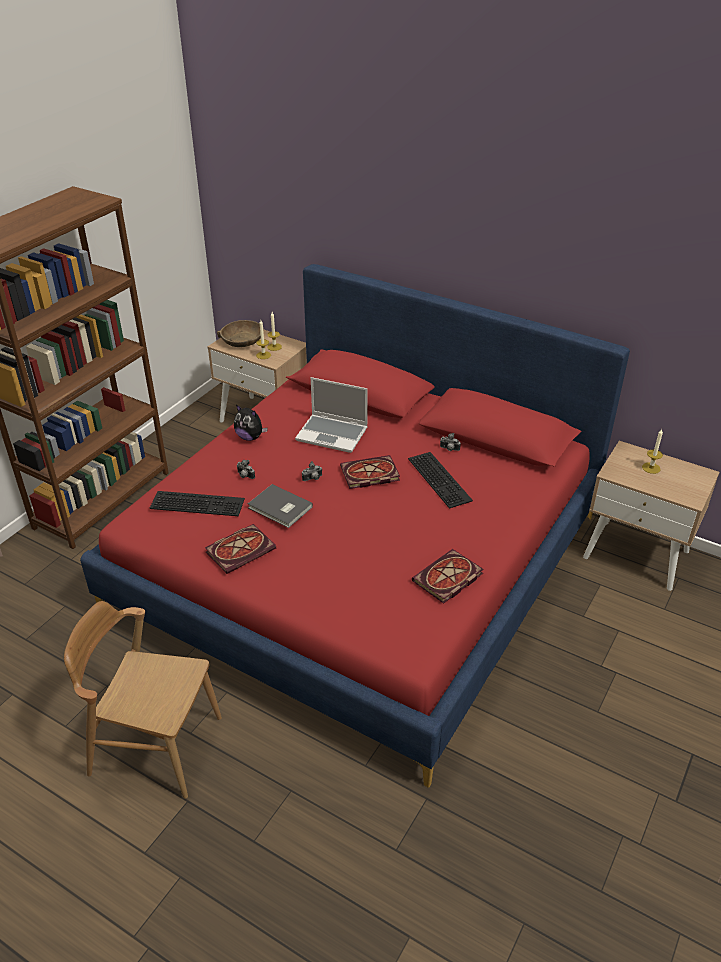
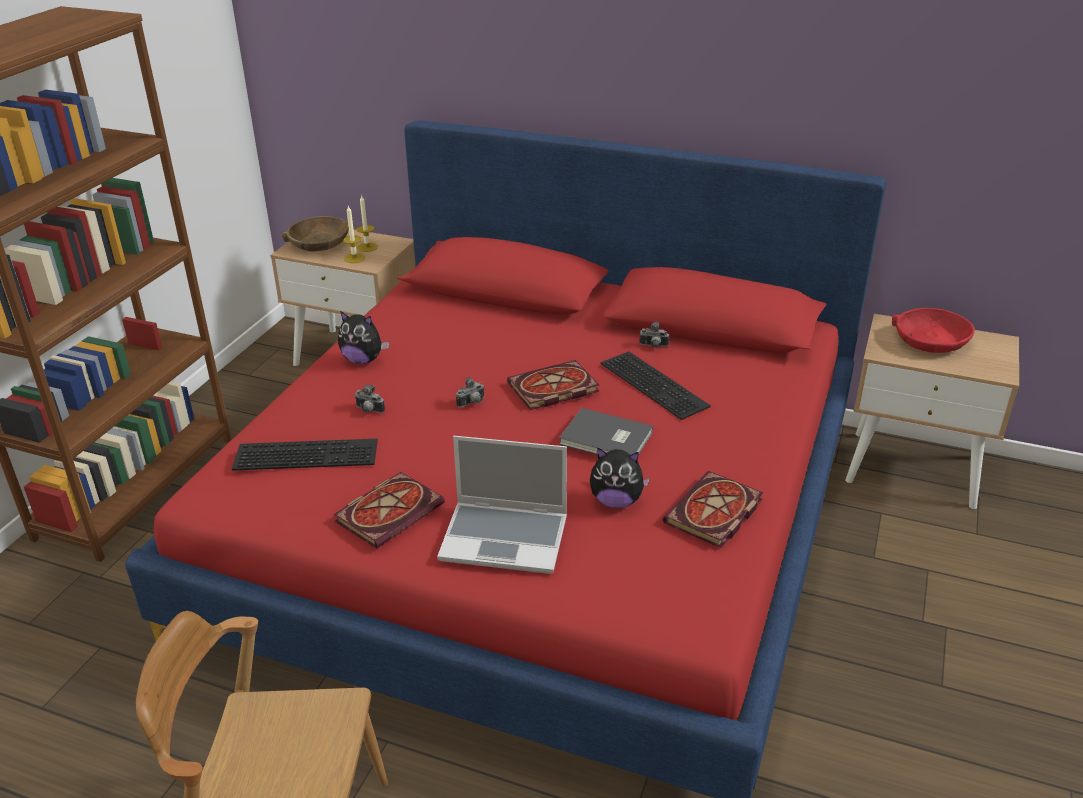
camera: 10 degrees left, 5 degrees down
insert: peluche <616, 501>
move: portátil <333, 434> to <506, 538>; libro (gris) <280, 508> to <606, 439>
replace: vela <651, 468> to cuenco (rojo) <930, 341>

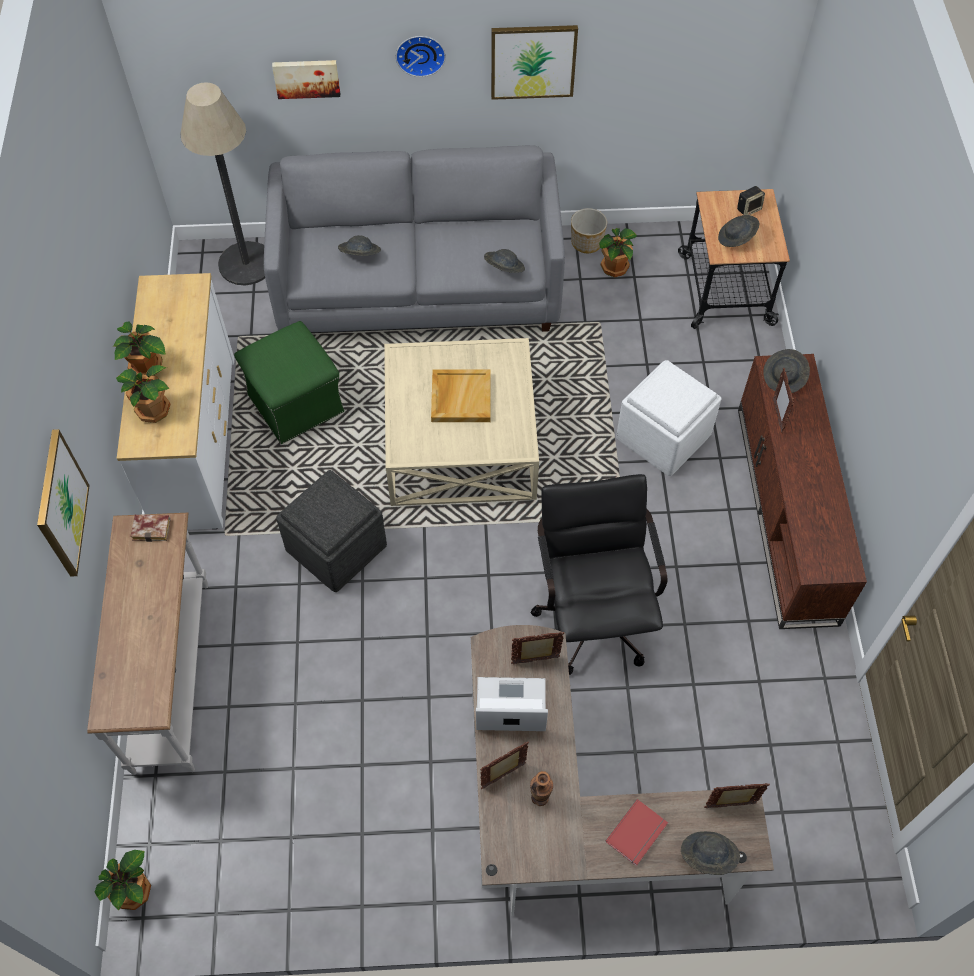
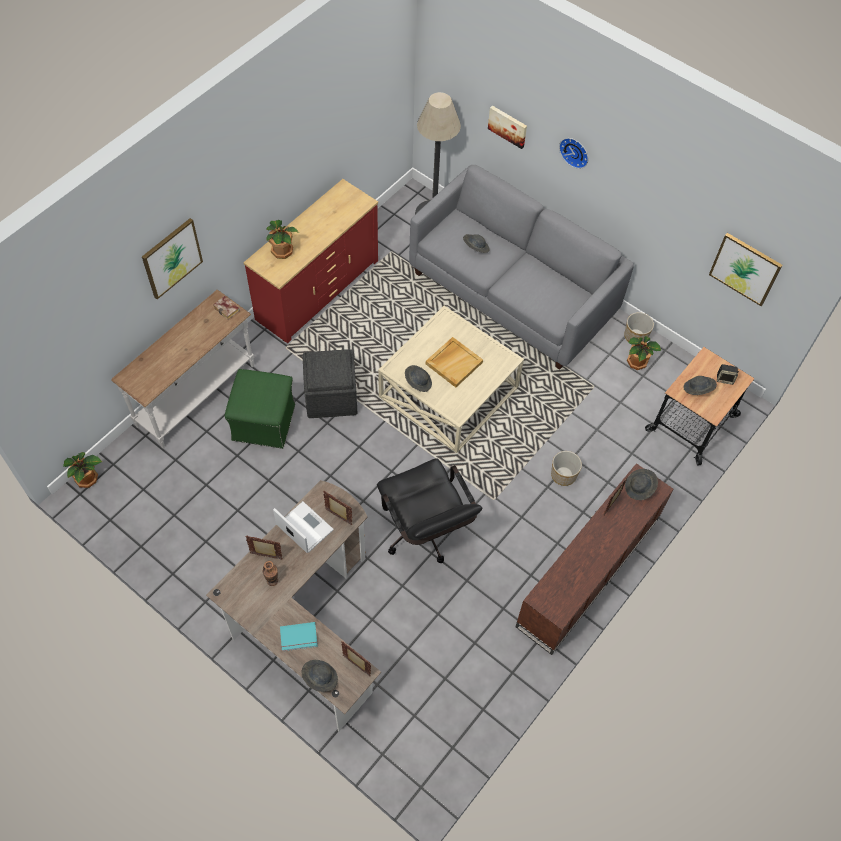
camera: 40 degrees right, 0 degrees up
delete: planta en maceta <147, 368>
move: puf (verde) <295, 402> to <264, 421>; sombrero (gris) <503, 269> to <418, 382>; cuadro <533, 61> to <745, 268>
replace: puf (blanco) <663, 435> to maceta <563, 475>
recolor: cómoda (blanco) <195, 441> to cómoda (rojo) <317, 290>; libro (rojo) <638, 834> to libro (turquesa) <299, 638>
rotate: silla de oficina (negro) <593, 612> = <425, 534> 120 degrees clockwise

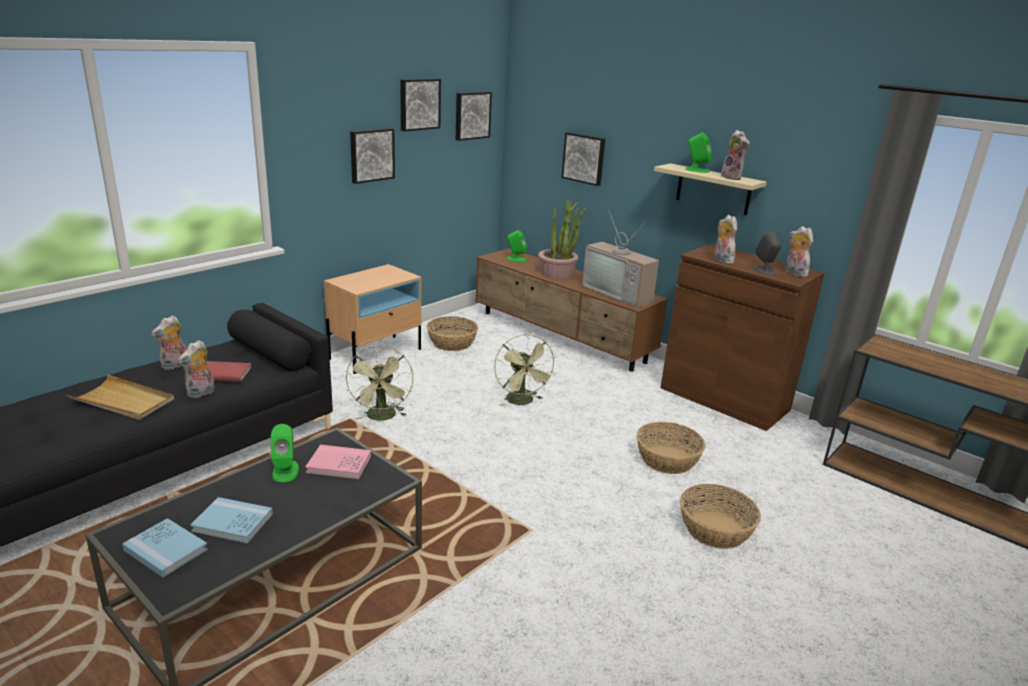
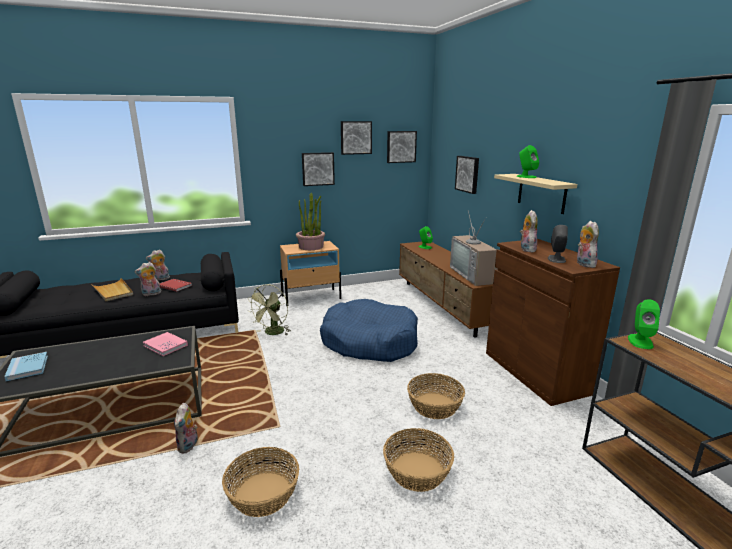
camera: 30 degrees right, 5 degrees down
delete: libro (azul) <232, 522>
move: peluche <733, 178> to <189, 446>; cesta <452, 343> to <262, 494>; planta en maceta <557, 273> to <311, 247>; altavoz (verde) <285, 471> to <640, 341>
replace: ventilador (verde) <522, 402> to cama para perro (azul) <369, 342>

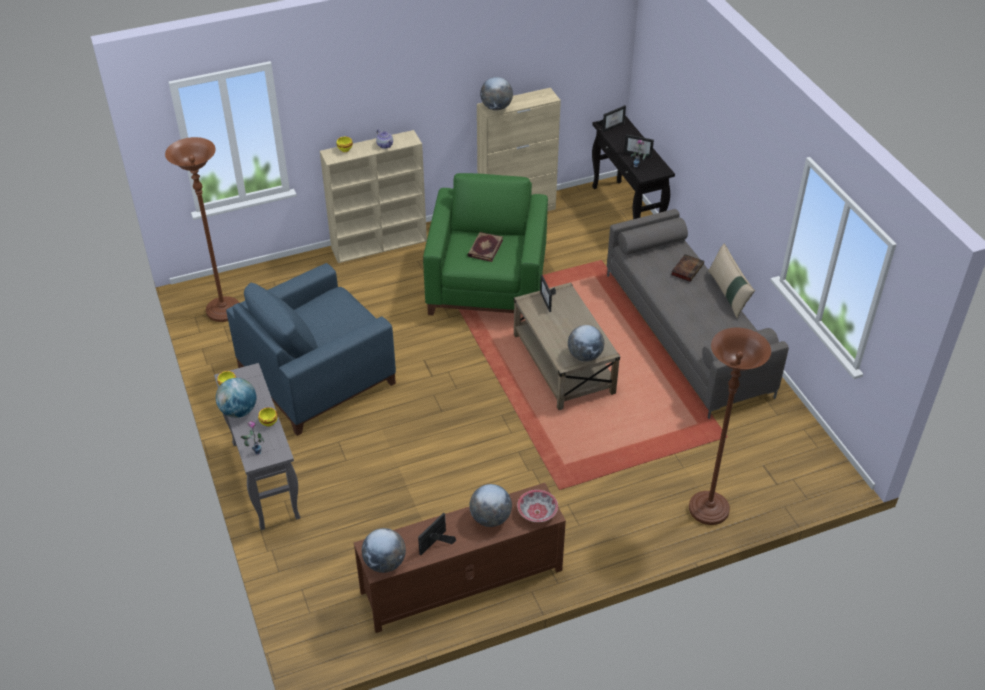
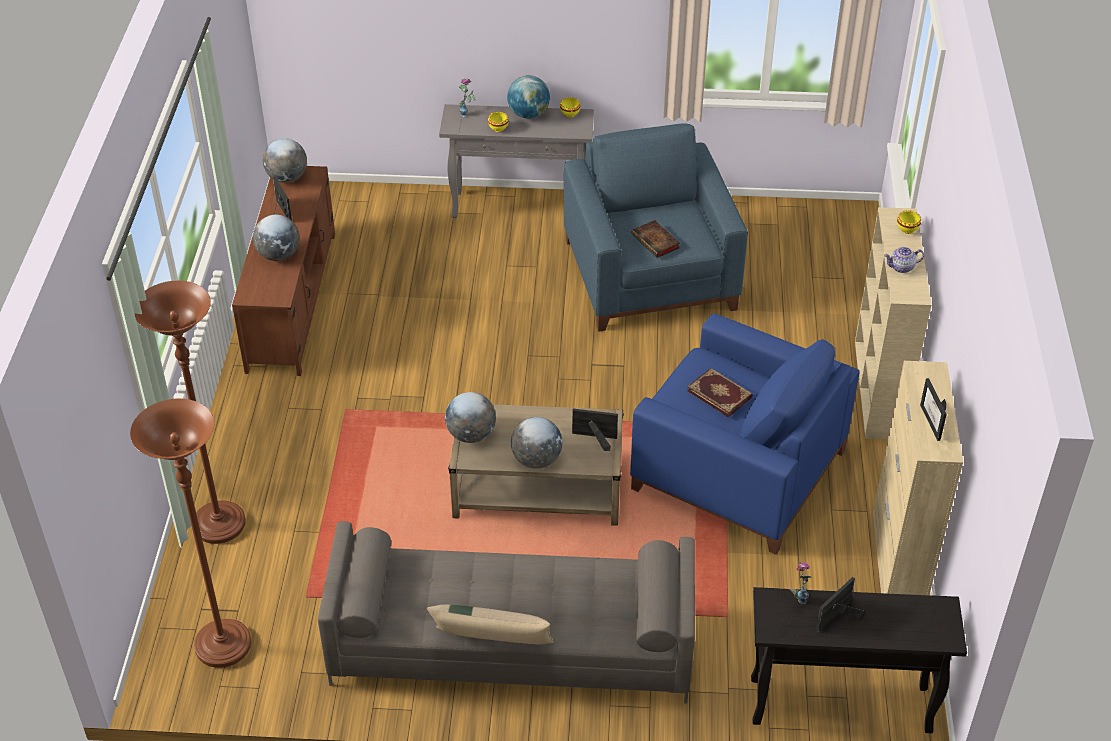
camera: 115 degrees right, 0 degrees up
delete: cuenco <537, 512>
move: lámpara de pie (marrón) <223, 311> to <223, 646>; globo terráqueo <496, 107> to <536, 460>; libro <687, 269> to <656, 242>; portarretratos <612, 125> to <935, 422>
recolor: sillón (verde) <488, 285> to sillón (azul) <735, 469>

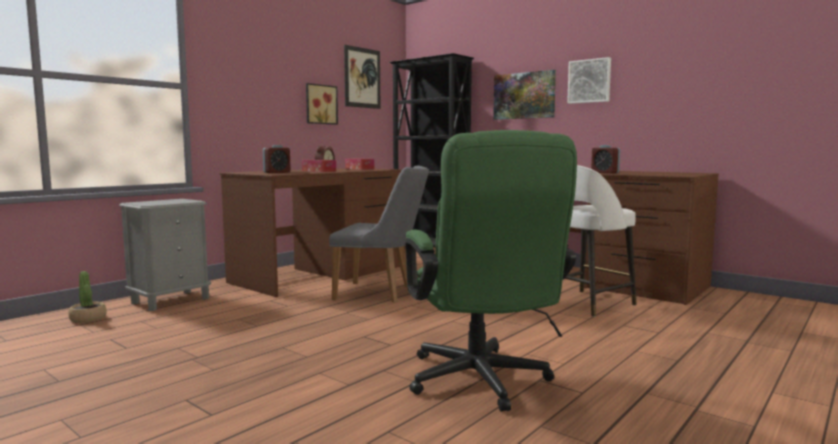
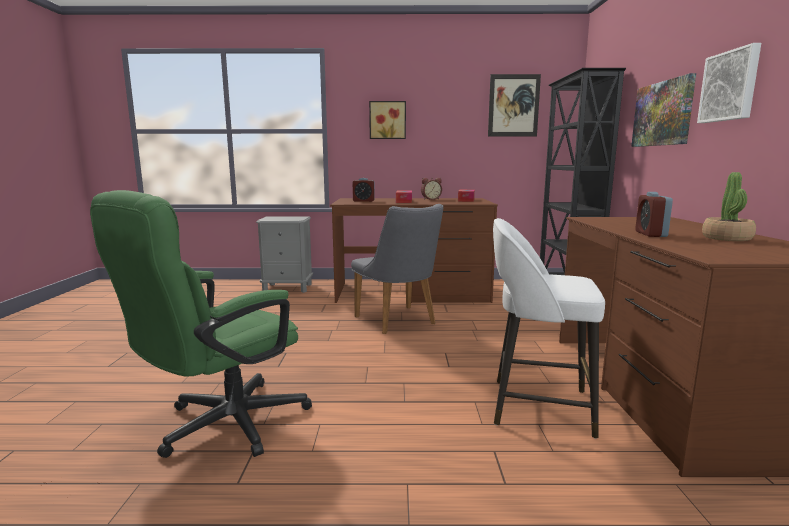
camera: 50 degrees right, 5 degrees up
move: cuadro <320, 104> to <387, 120>; planta en maceta <88, 319> to <727, 238>

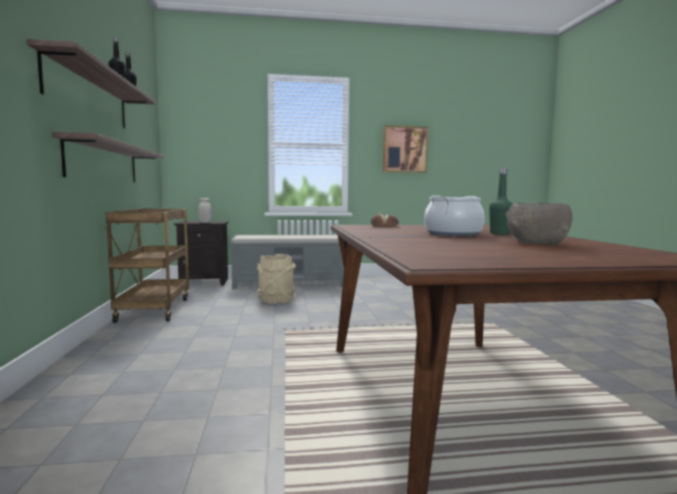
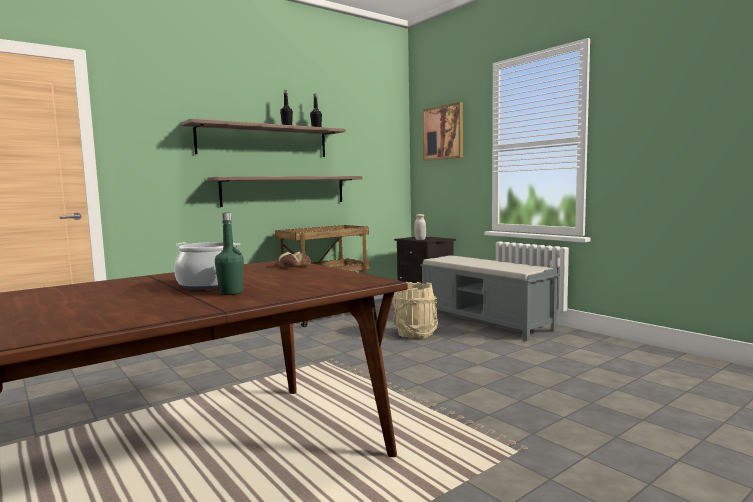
camera: 60 degrees right, 0 degrees up
delete: cuenco (gris) <536, 243>
move: cuadro <405, 149> to <443, 132>

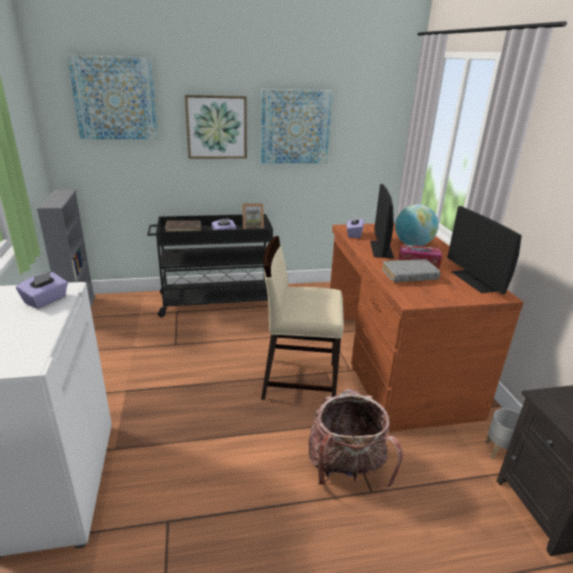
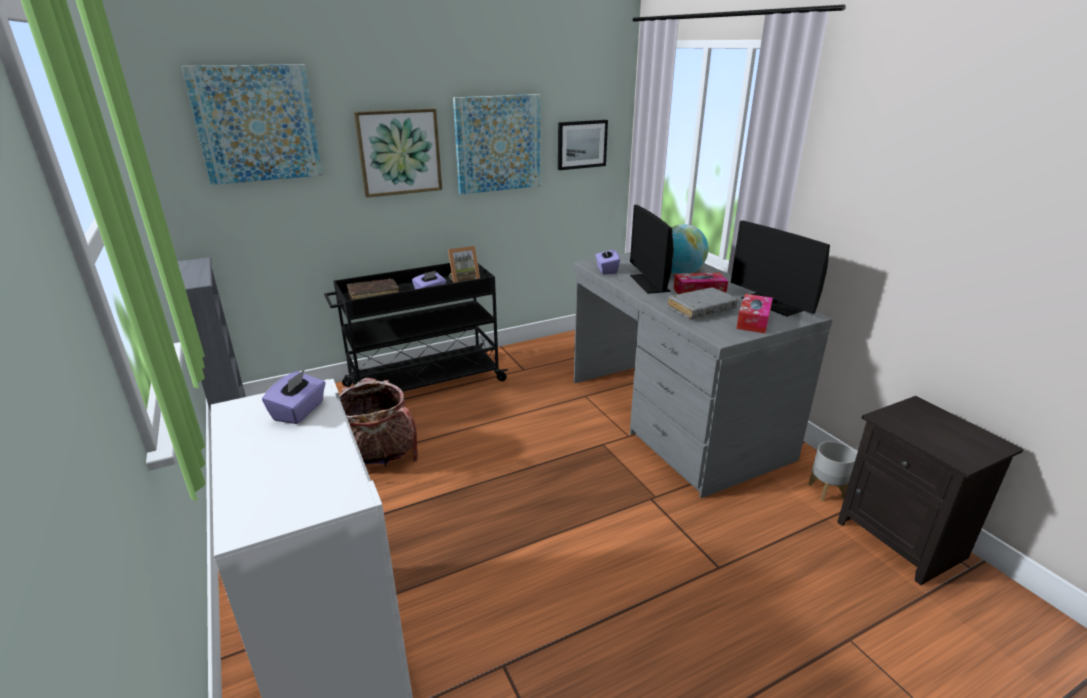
camera: 15 degrees left, 0 degrees up
delete: silla (beis) <298, 380>
insert: cuadro <581, 144>; caja de pañuelos <753, 321>
move: mochila <345, 468> to <379, 459>
recolor: escritorio (marrón) <393, 363> to escritorio (gris) <673, 418>

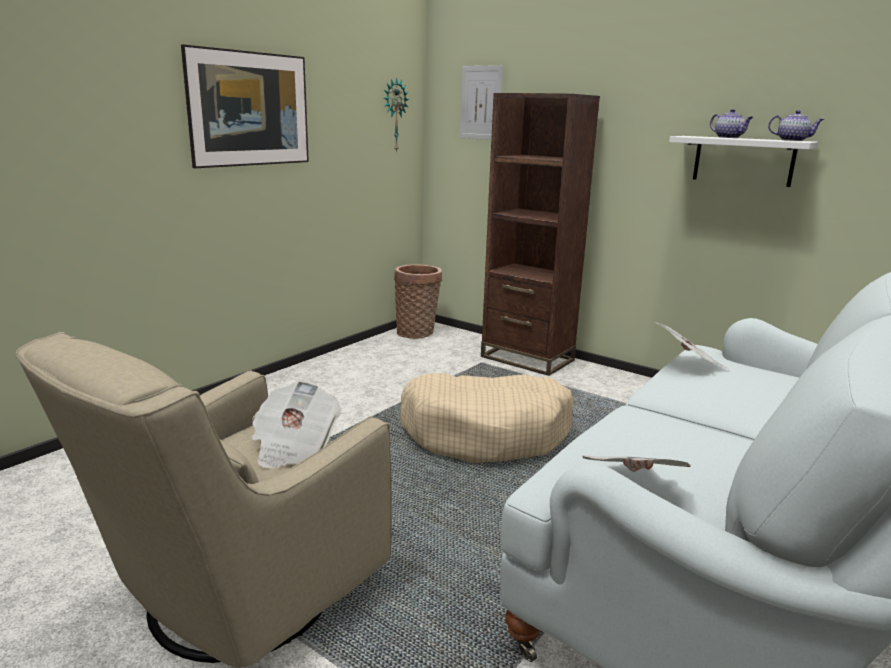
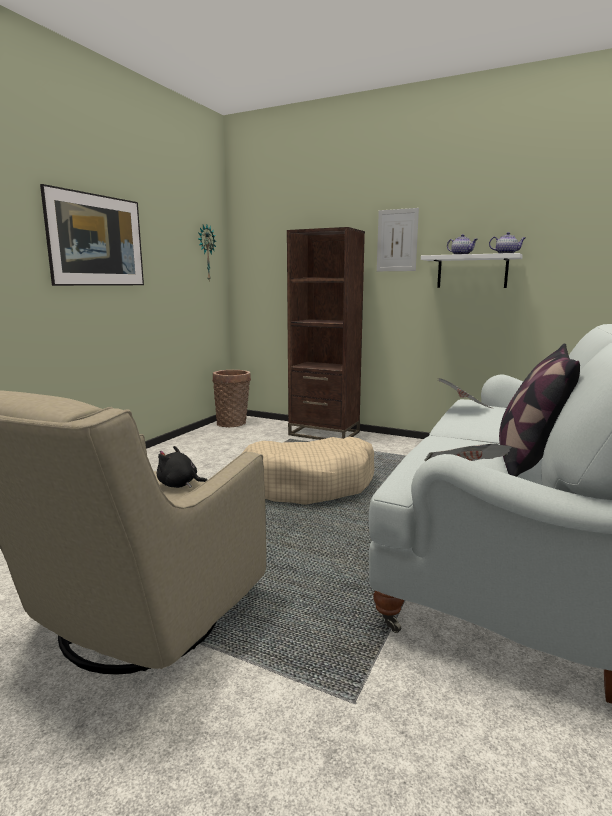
camera: 10 degrees left, 5 degrees down
insert: cojín <528, 461>
move: cuadro <481, 103> to <397, 240>
replace: periódico <294, 446> to peluche (negro) <180, 485>

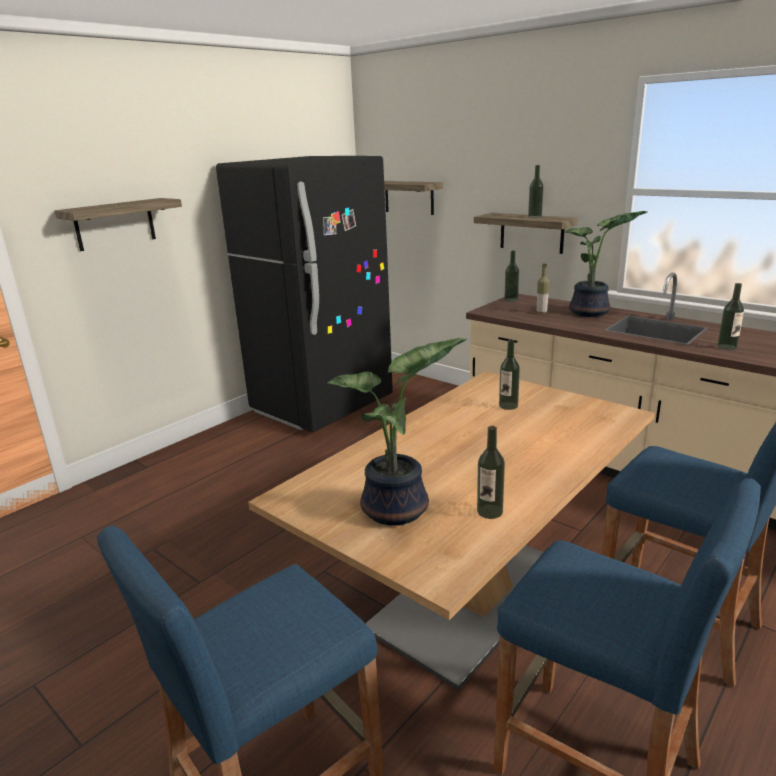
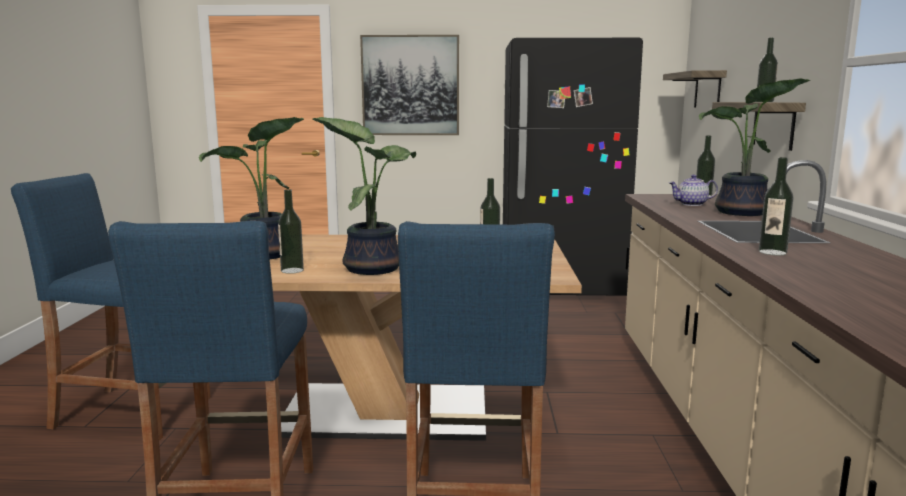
camera: 50 degrees right, 10 degrees down
insert: planta en maceta <372, 267>
replace: estante <115, 224> to cuadro <410, 85>; botella <541, 312> to tetera <691, 204>

